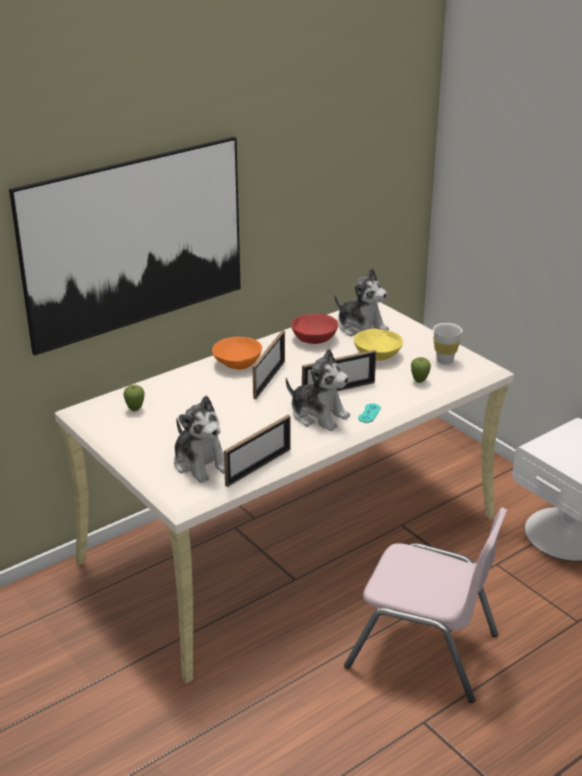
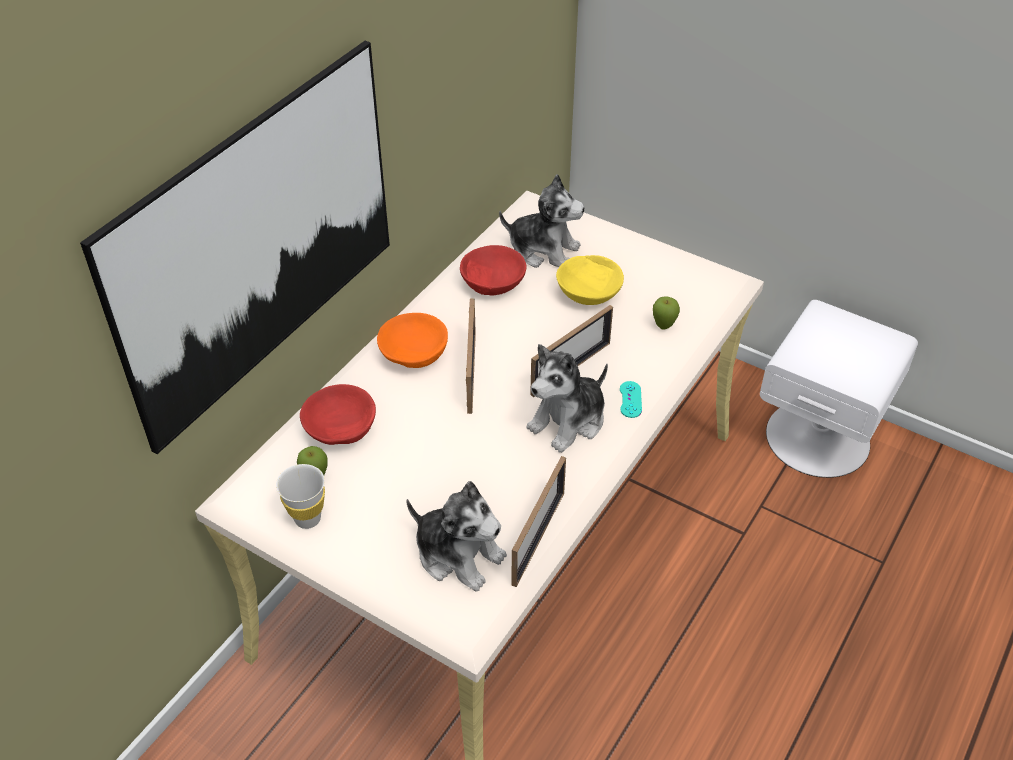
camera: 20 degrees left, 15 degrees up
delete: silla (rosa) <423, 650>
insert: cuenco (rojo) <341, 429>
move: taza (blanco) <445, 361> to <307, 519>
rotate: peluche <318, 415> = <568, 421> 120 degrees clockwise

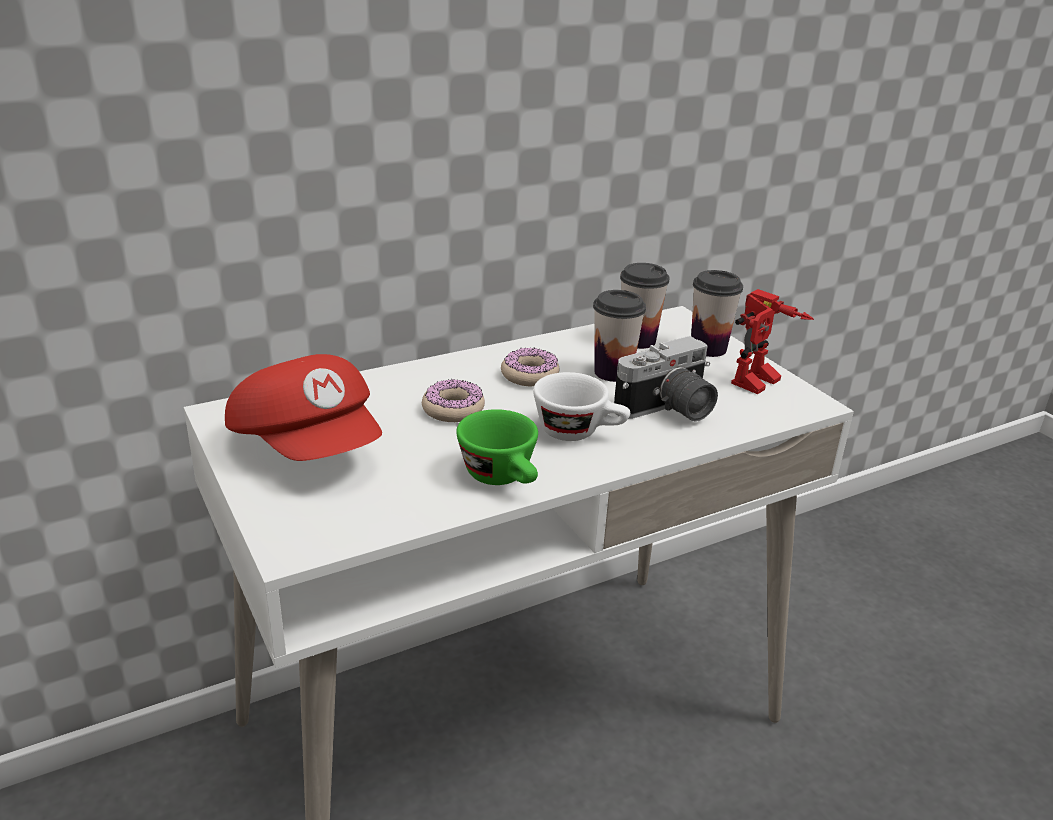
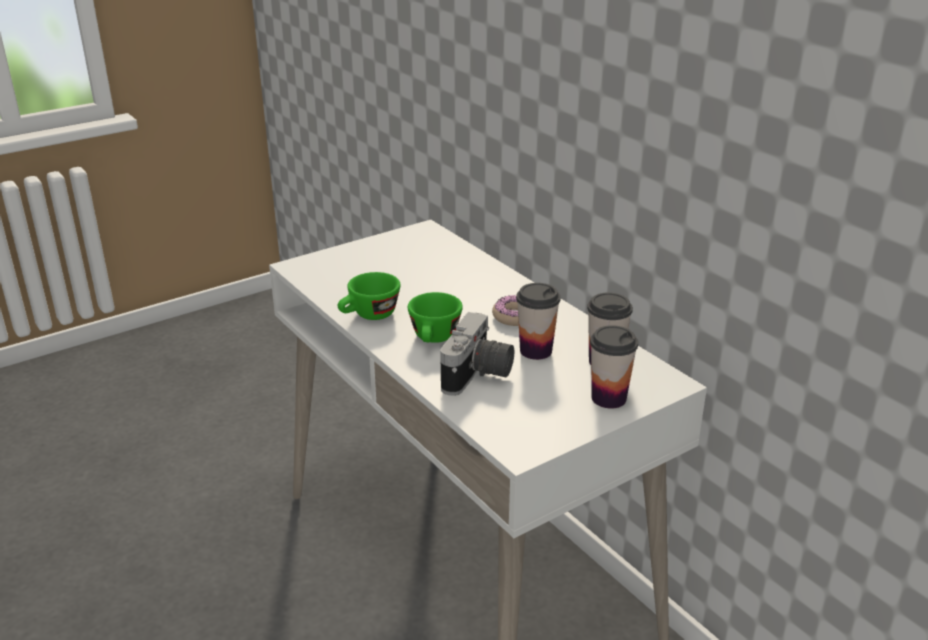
camera: 85 degrees right, 0 degrees up
delete: gorra (rojo) <310, 446>; rosquilla <453, 409>; robot de juguete <759, 385>
recolor: taza (blanco) <579, 432> to taza (verde) <434, 339>
rotate: cámara <669, 411> = <478, 376> 120 degrees counterclockwise

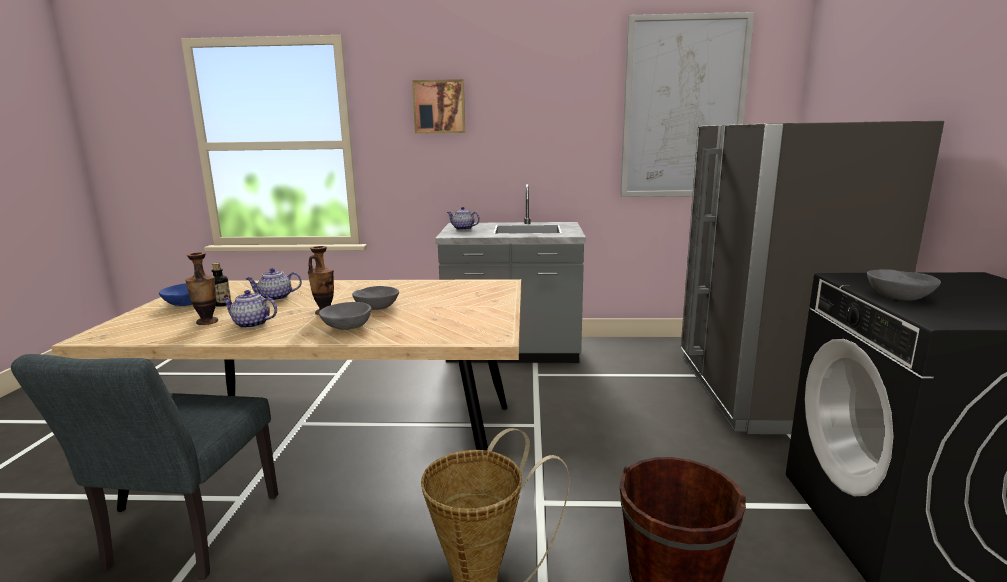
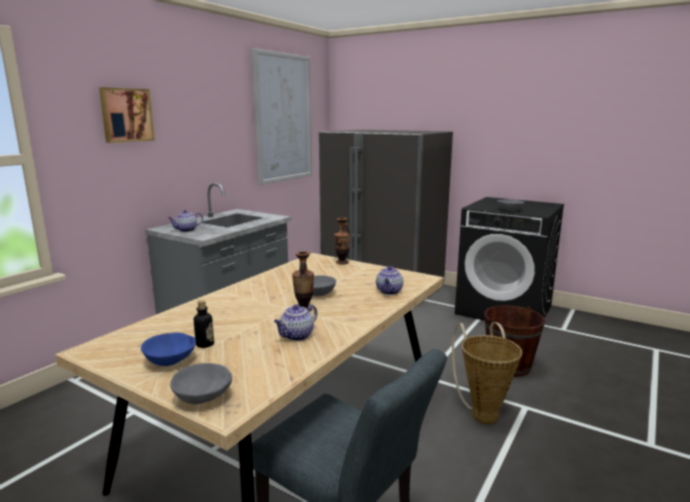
camera: 60 degrees left, 0 degrees up
move: cuenco (gris) <347, 327> to <203, 396>; florero <207, 322> to <342, 262>; tetera <275, 298> to <389, 292>

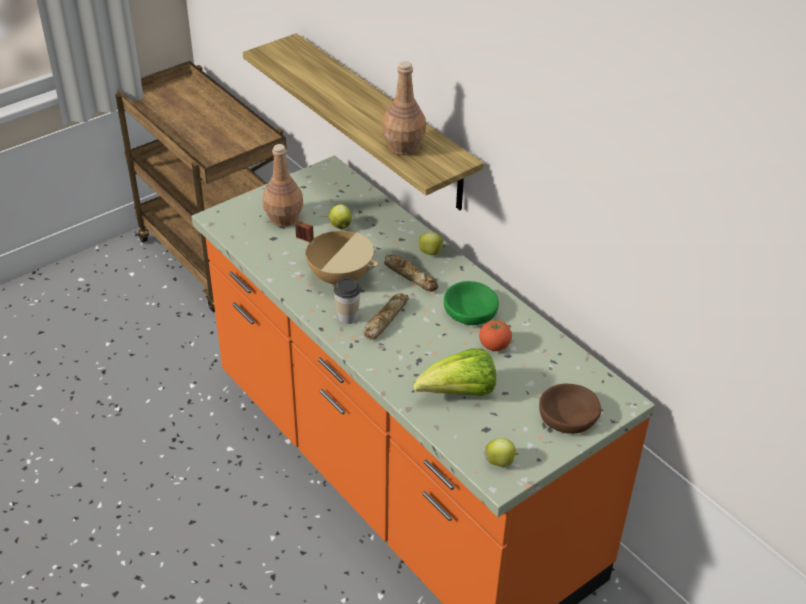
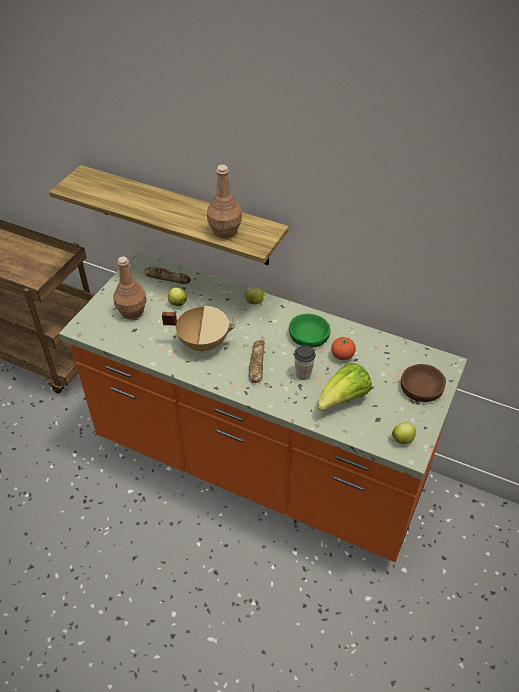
camera: 25 degrees left, 5 degrees up
move: pan <410, 276> to <167, 278>; taza <347, 317> to <303, 373>

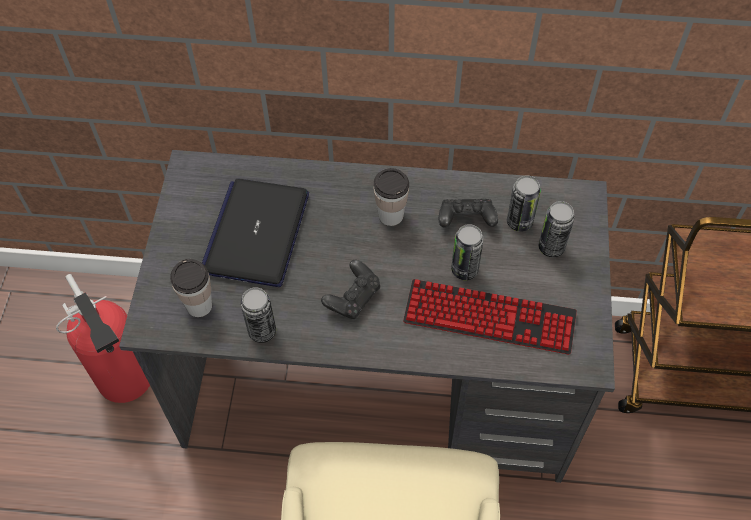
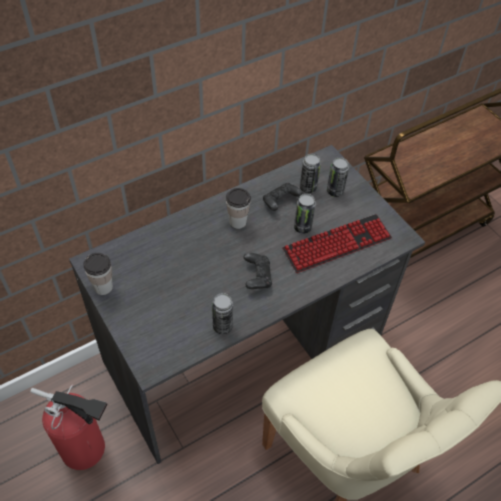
camera: 40 degrees left, 5 degrees down
delete: portátil <256, 233>
move: taza <199, 305> to <103, 287>

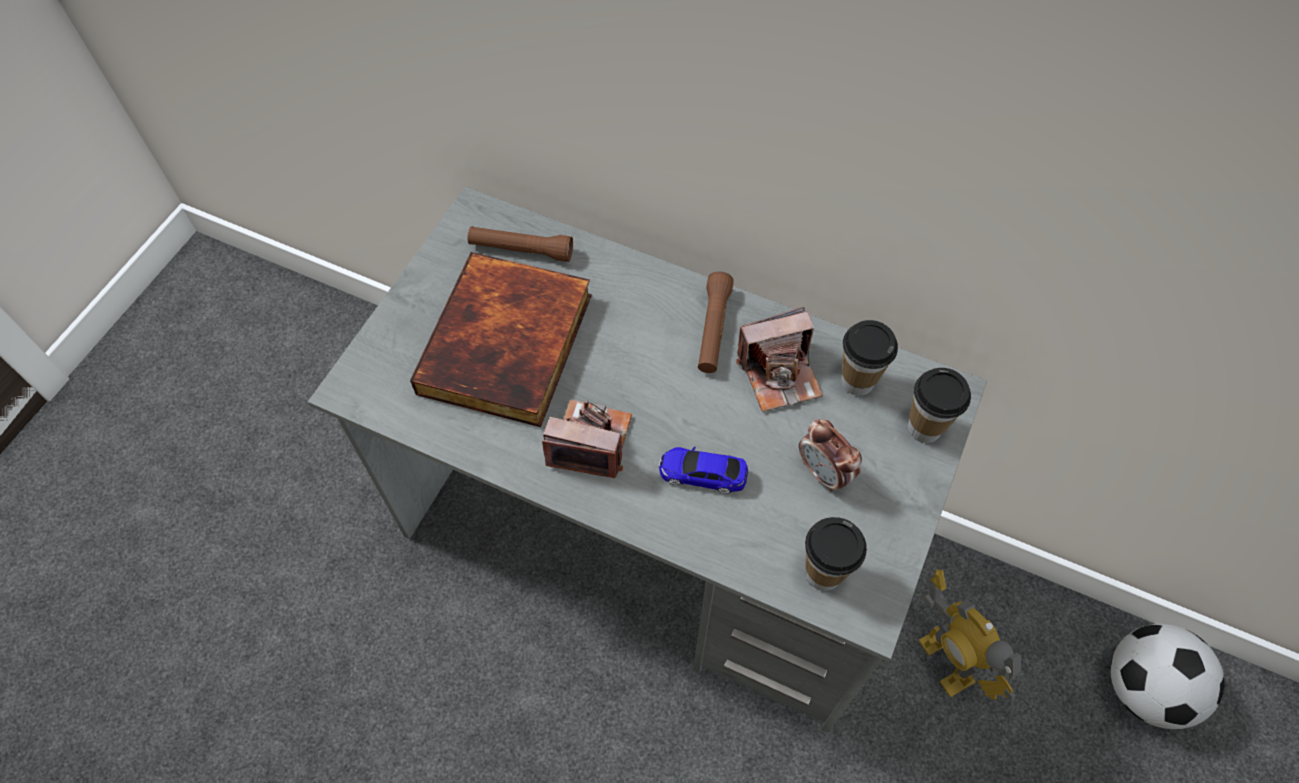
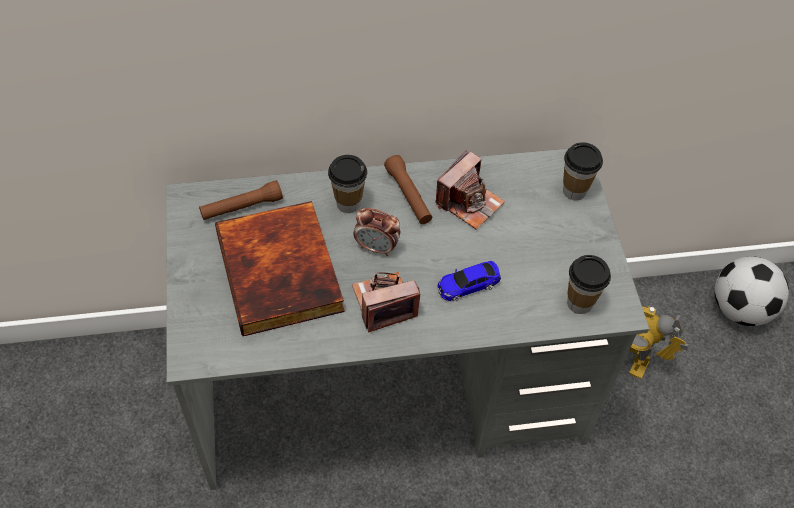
camera: 35 degrees left, 5 degrees down
move: taza <857, 381> to <348, 203>; despertador <824, 473> to <377, 247>

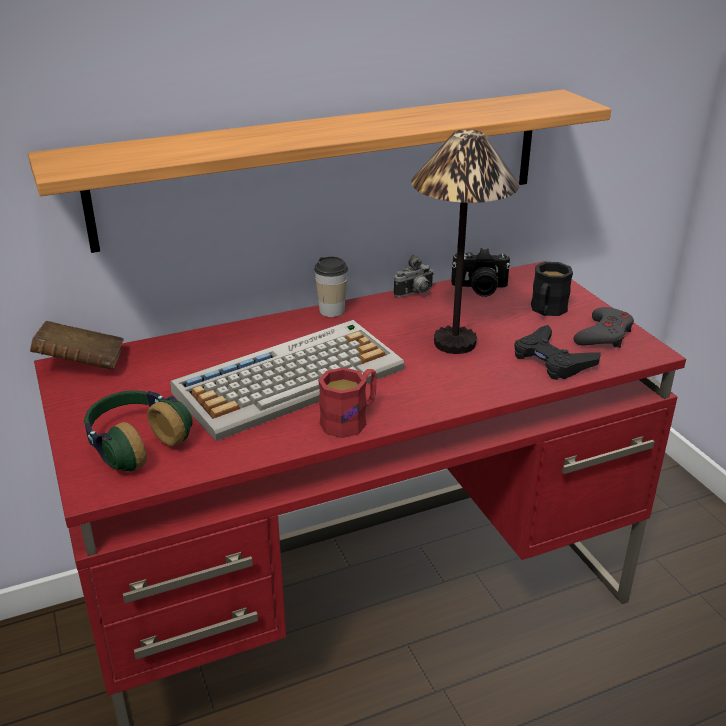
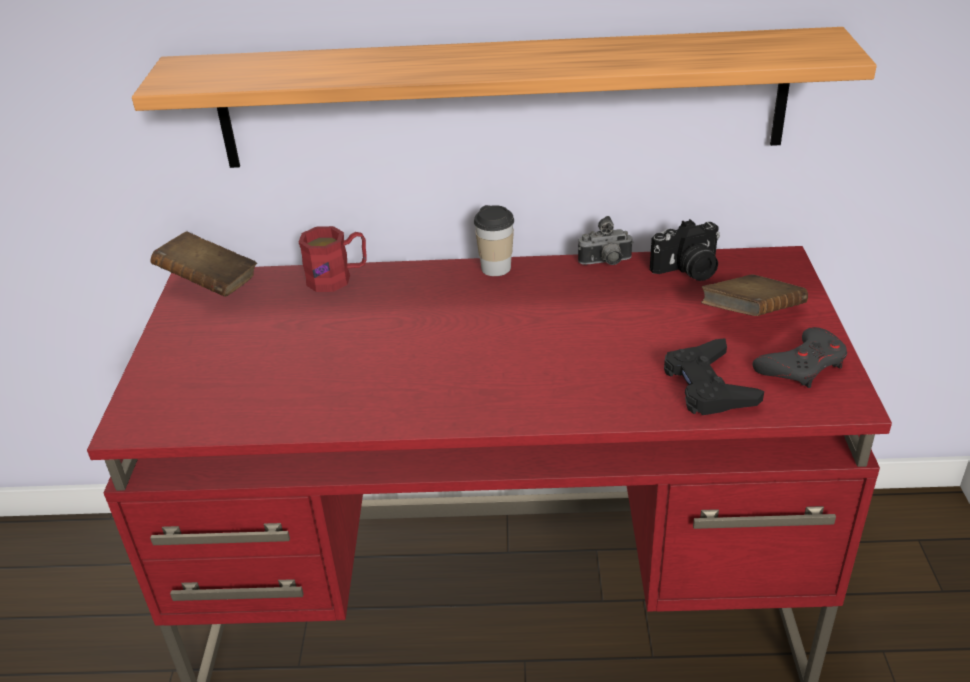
camera: 25 degrees right, 5 degrees up
delete: auriculares <135, 443>; teclado <291, 379>; lámpara de mesa <453, 343>
move: taza grande (rojo) <350, 419> to <338, 278>
replace: taza grande (negro) <546, 311> to libro (marrón) <751, 316>
rotate: cámara <479, 289> = <688, 270> 45 degrees counterclockwise

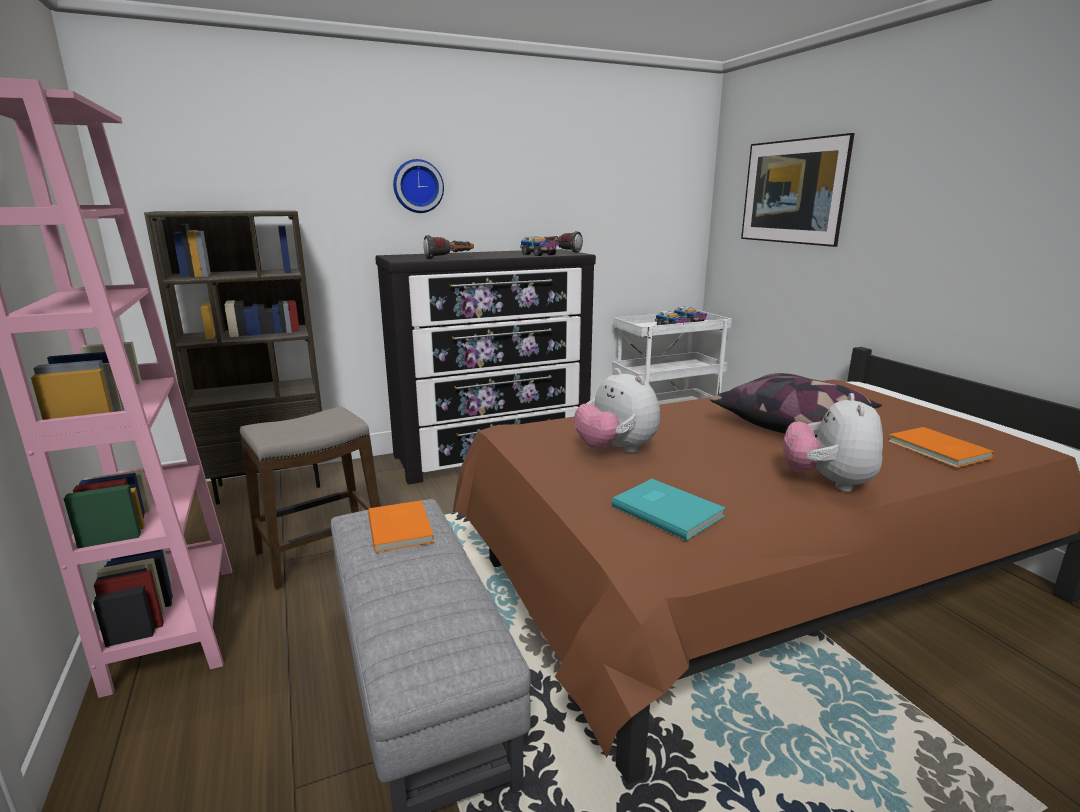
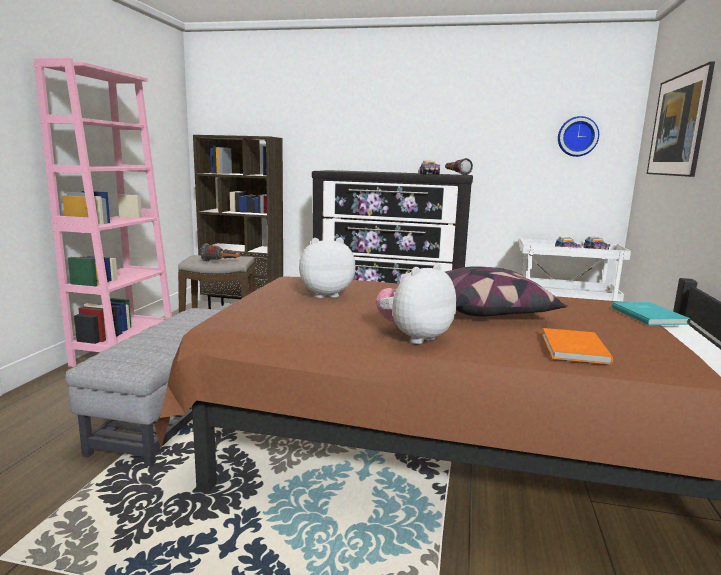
camera: 35 degrees right, 5 degrees down
delete: libro (naranja) <402, 527>
move: linterna <449, 258> to <221, 262>; reloj de pared <417, 186> to <577, 136>; libro (turquesa) <667, 510> to <649, 315>
rotate: peluche <615, 450> = <325, 294> 75 degrees clockwise

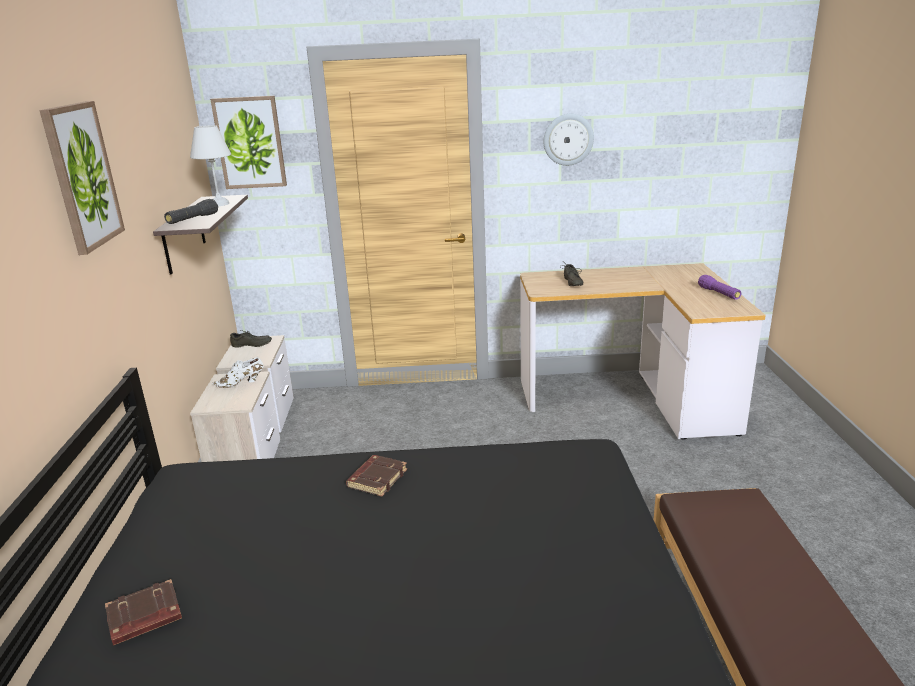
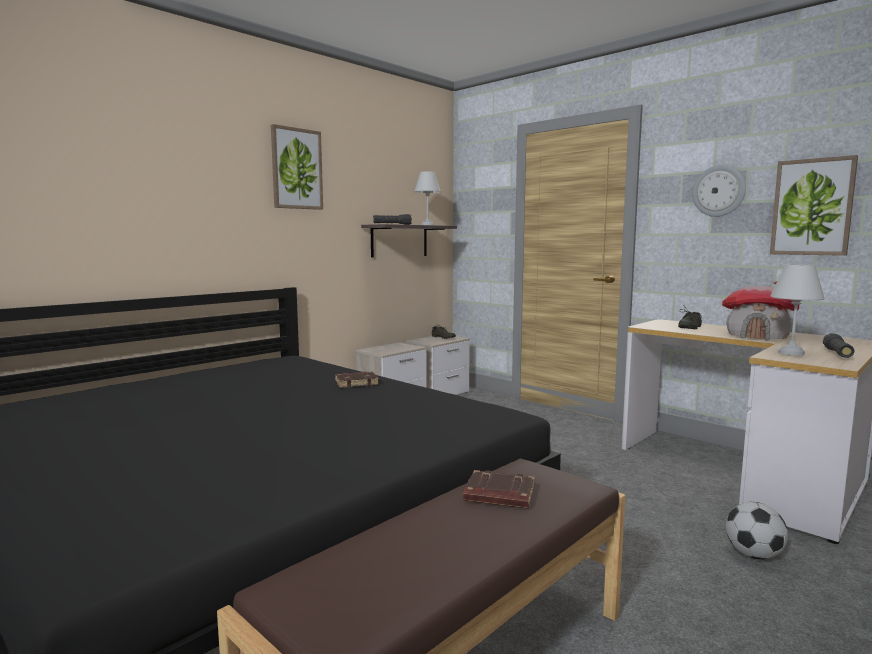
camera: 45 degrees right, 15 degrees down
delete: zapato (blanco) <242, 383>
insert: casita <757, 336>; balón de fútbol <754, 555>; lámpara de mesa (blanco) <790, 353>
move: libro (marrón) <144, 617> to <498, 496>; cuadro <250, 142> to <812, 207>
recolor: linterna (morado) <719, 293> to linterna (negro) <837, 354>

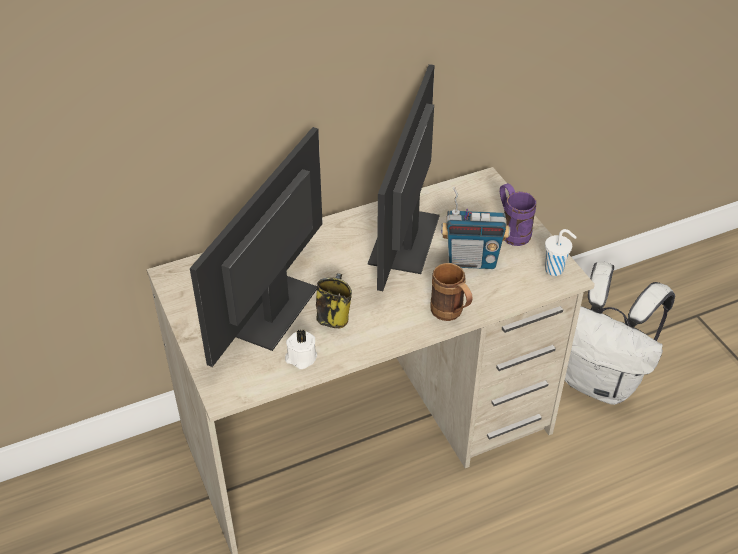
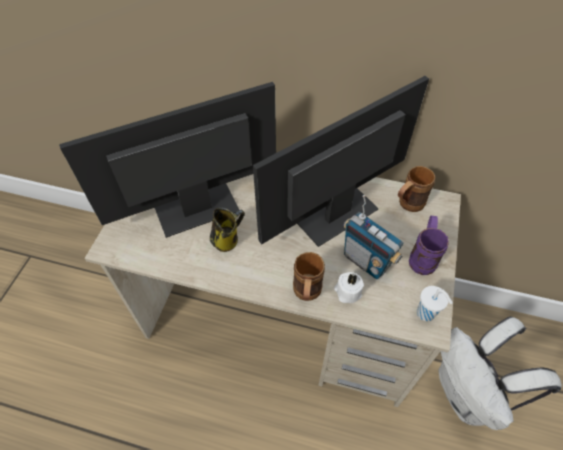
camera: 40 degrees right, 10 degrees up
insert: taza grande (marrón) <407, 205>
move: vela (blanco) <301, 358> to <347, 292>

